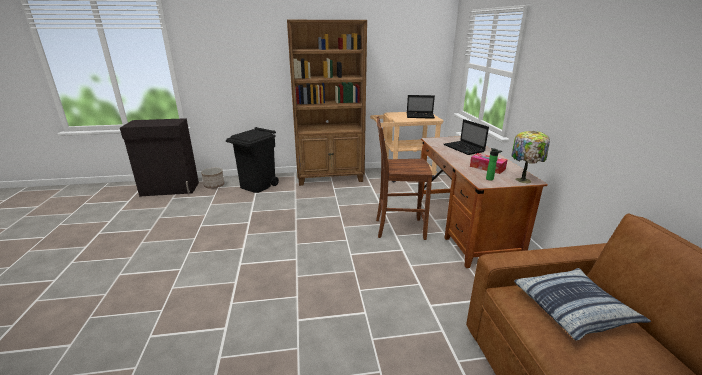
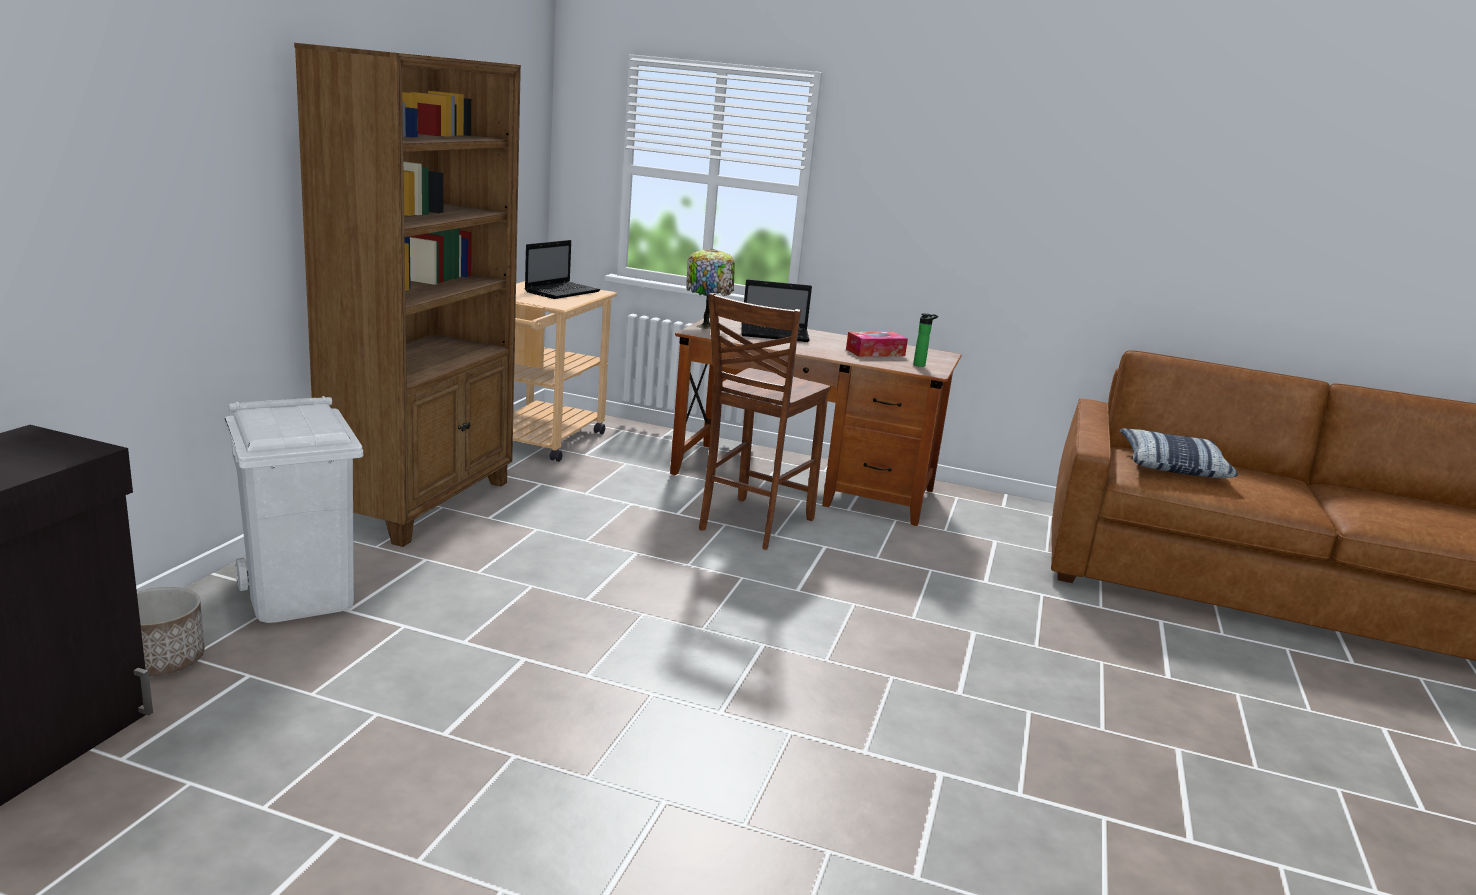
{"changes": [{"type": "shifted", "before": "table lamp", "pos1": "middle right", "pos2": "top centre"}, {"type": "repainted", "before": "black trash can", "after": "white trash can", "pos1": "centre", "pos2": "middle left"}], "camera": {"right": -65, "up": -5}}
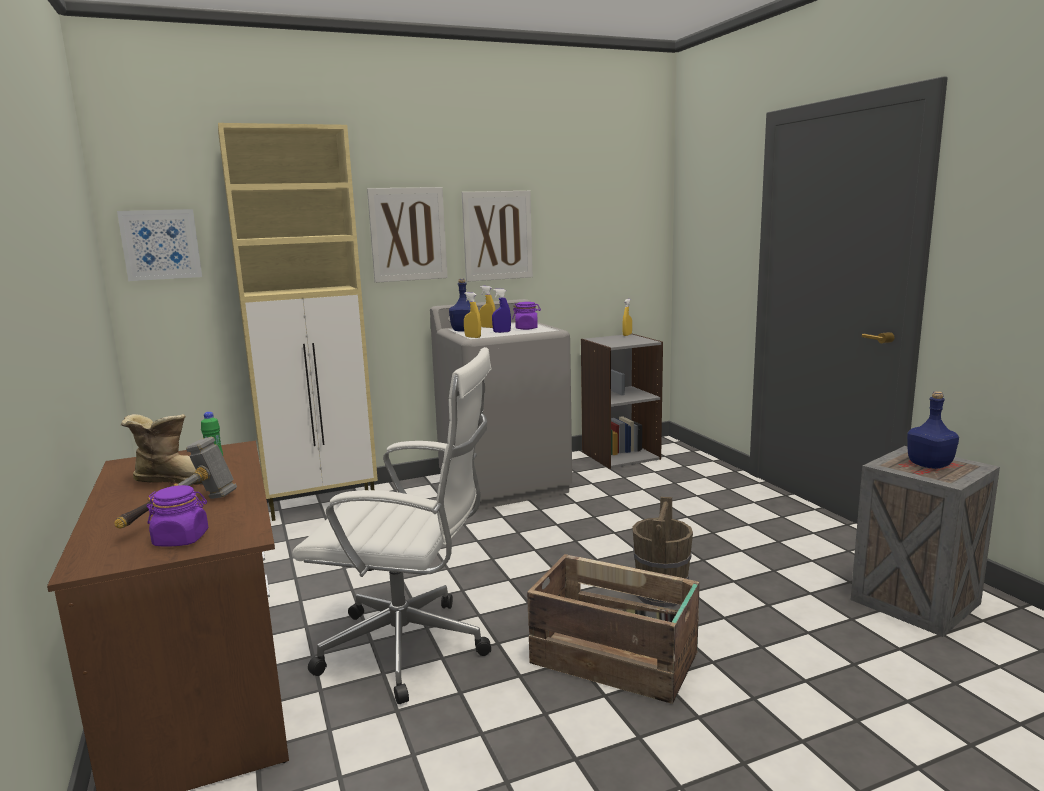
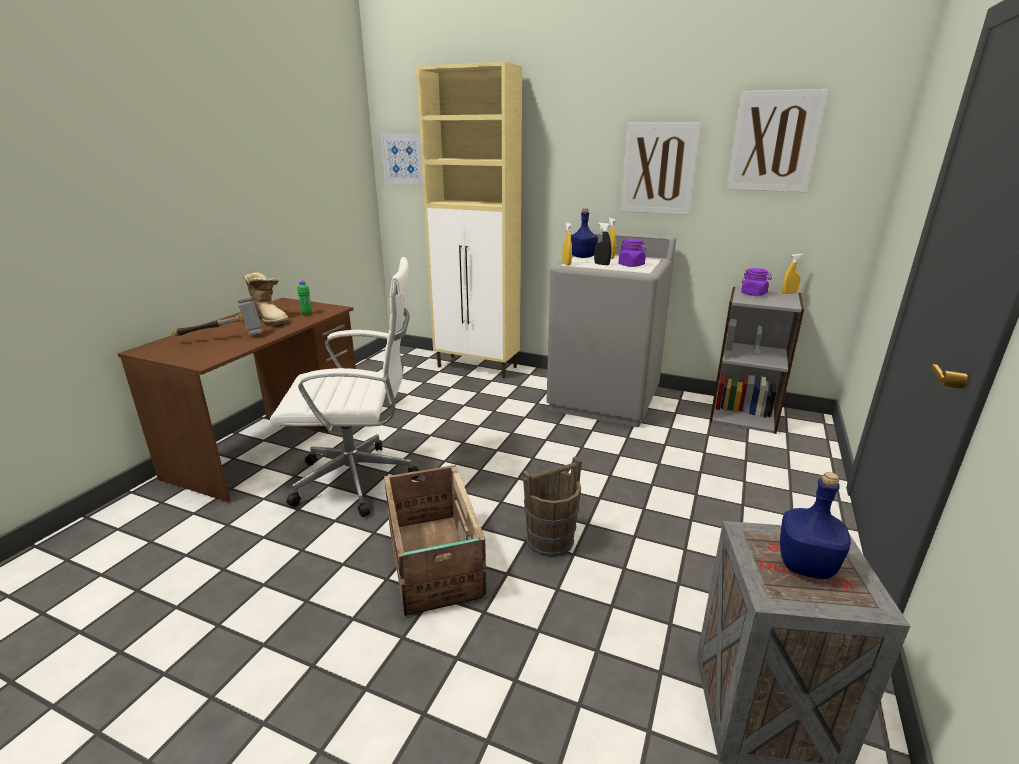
{"changes": [{"type": "shifted", "before": "purple jar (no. 1 from left in the first image)", "after": "purple jar (no. 2 from left)", "pos1": "middle left", "pos2": "middle right"}, {"type": "shifted", "before": "picture (no. 2 from left in the first image)", "after": "picture (no. 3 from left)", "pos1": "top centre", "pos2": "top right"}, {"type": "repainted", "before": "blue spray bottle", "after": "black spray bottle", "pos1": "centre", "pos2": "top centre"}, {"type": "rotated", "before": "white office chair", "pos1": "centre", "pos2": "centre", "turn": -60}], "camera": {"right": 45, "up": 10}}
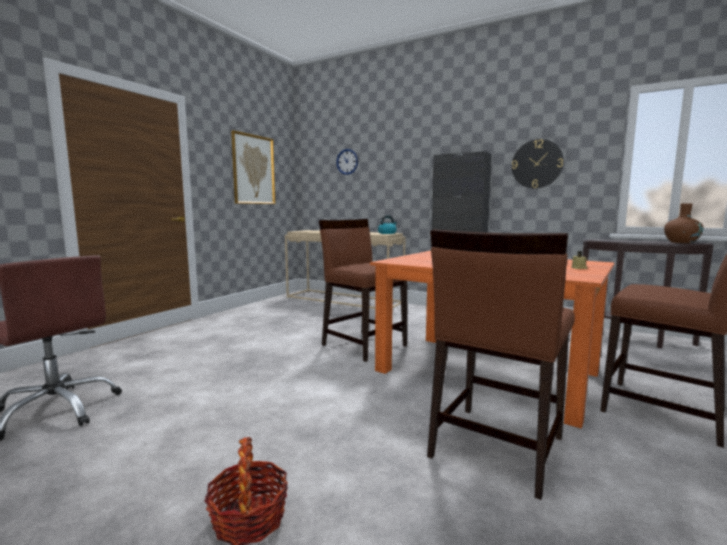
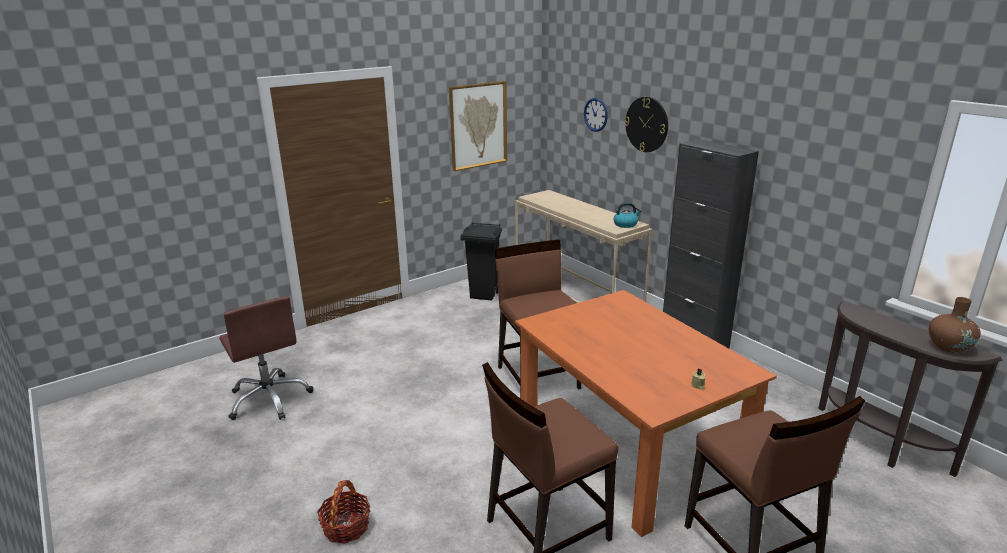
{"changes": [{"type": "new", "after": "black trash can", "pos2": "centre"}, {"type": "shifted", "before": "wall clock (no. 2 from left)", "pos1": "top right", "pos2": "top centre"}], "camera": {"right": 25, "up": 15}}
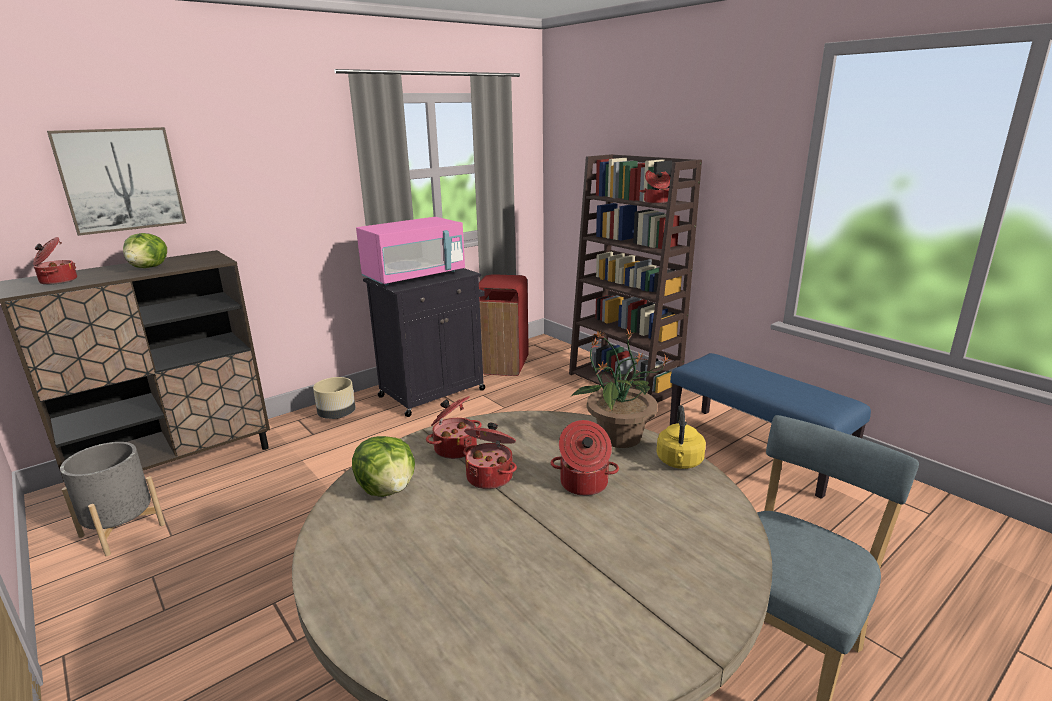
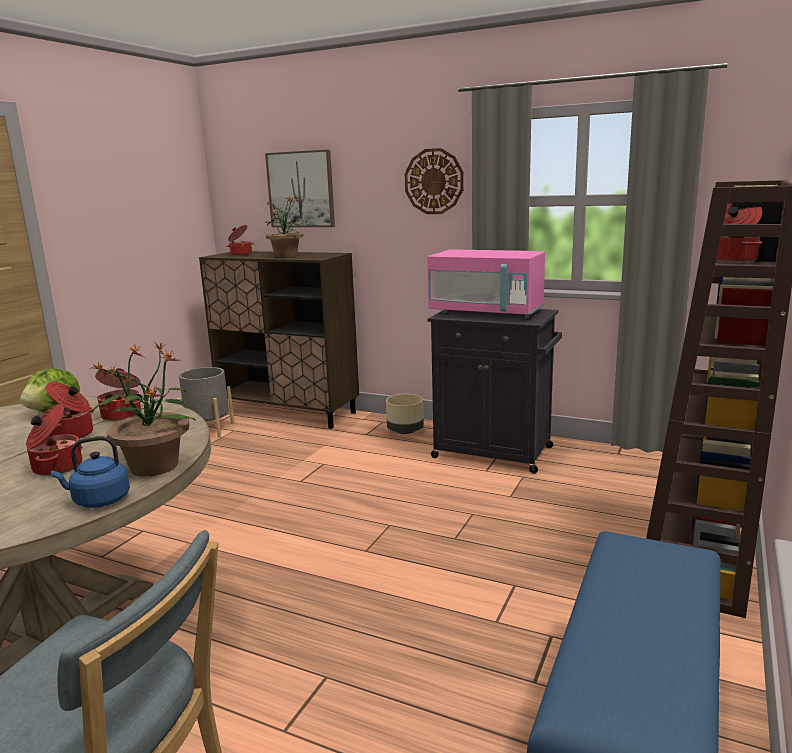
{"changes": [{"type": "gone", "before": "red trash can", "pos1": "centre"}, {"type": "new", "after": "wall clock", "pos2": "top centre"}, {"type": "swapped", "before": "lettuce (no. 1 from left)", "after": "potted plant (no. 2 from left)", "pos1": "middle left", "pos2": "top centre"}, {"type": "repainted", "before": "yellow kettle", "after": "blue kettle", "pos1": "centre", "pos2": "middle left"}], "camera": {"right": 65, "up": -5}}
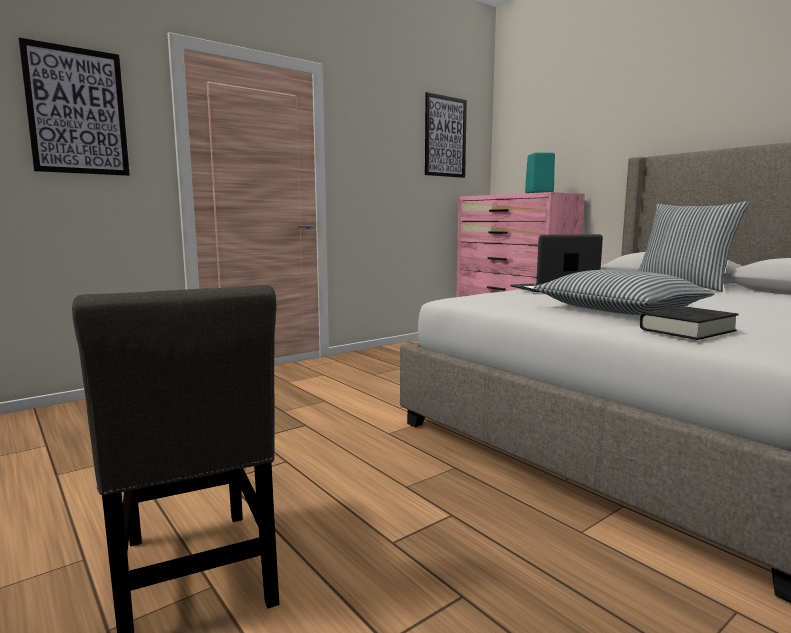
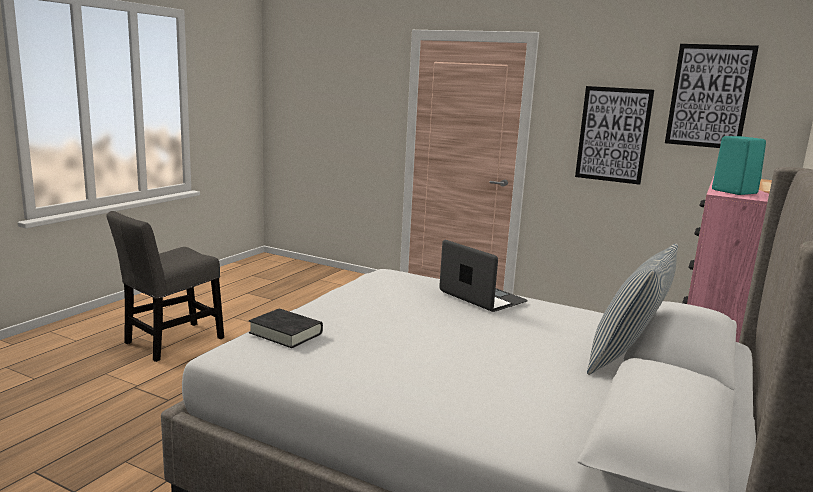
{"changes": [{"type": "gone", "before": "pillow (no. 1 from left)", "pos1": "middle right"}, {"type": "shifted", "before": "picture (no. 1 from left)", "pos1": "top left", "pos2": "top right"}], "camera": {"right": 65, "up": 5}}
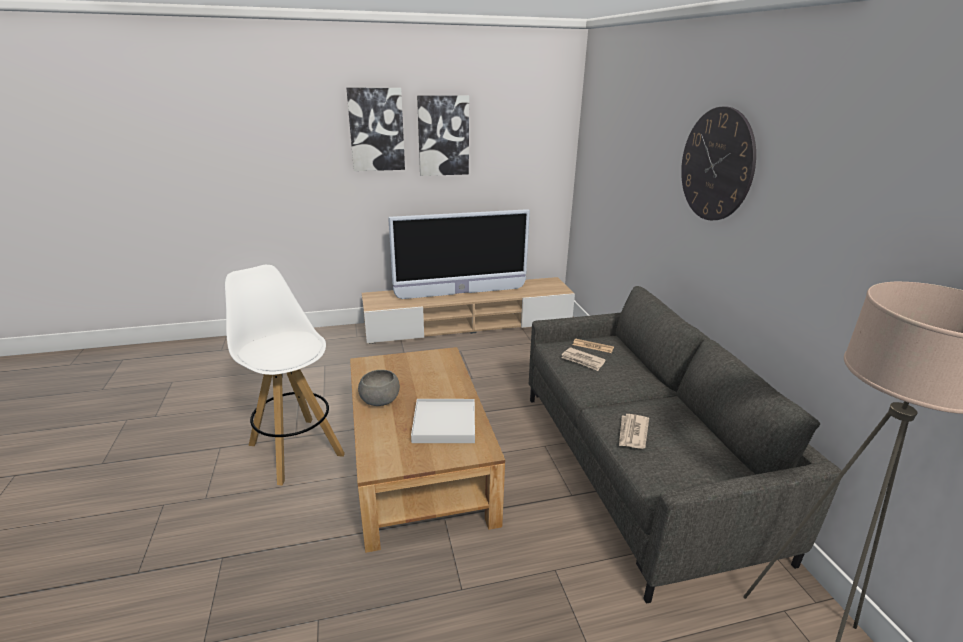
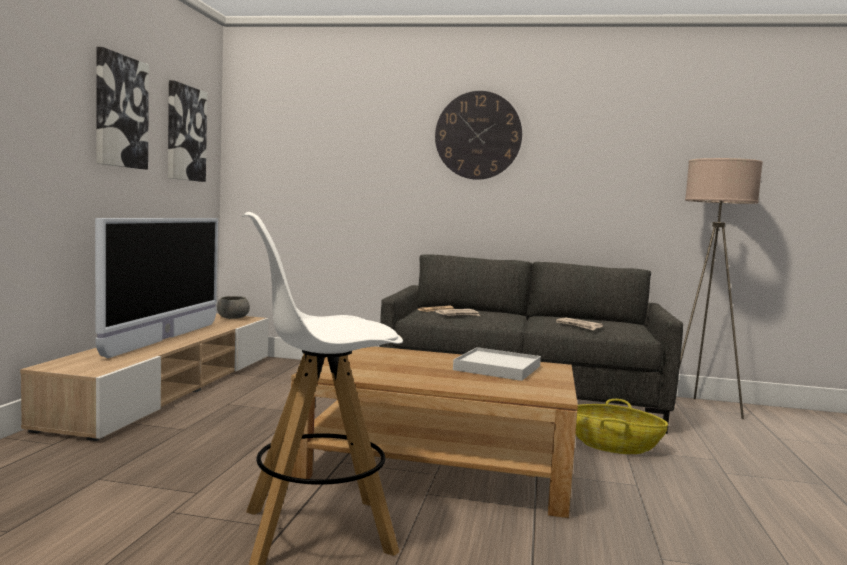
{"changes": [{"type": "new", "after": "basket", "pos2": "bottom right"}, {"type": "shifted", "before": "picture (no. 1 from left in the first image)", "after": "picture (no. 2 from left)", "pos1": "top centre", "pos2": "top left"}, {"type": "shifted", "before": "grey bowl", "pos1": "centre", "pos2": "middle left"}], "camera": {"right": -65, "up": -20}}
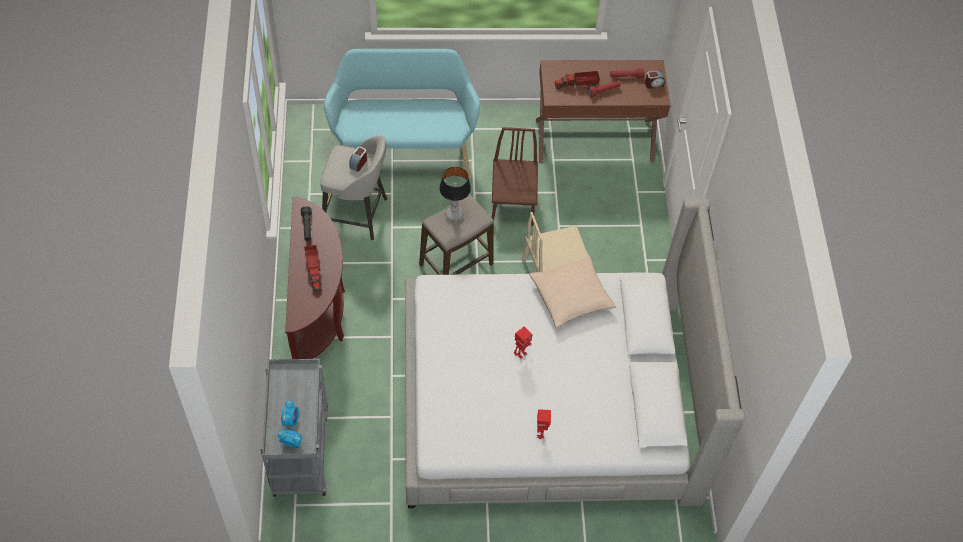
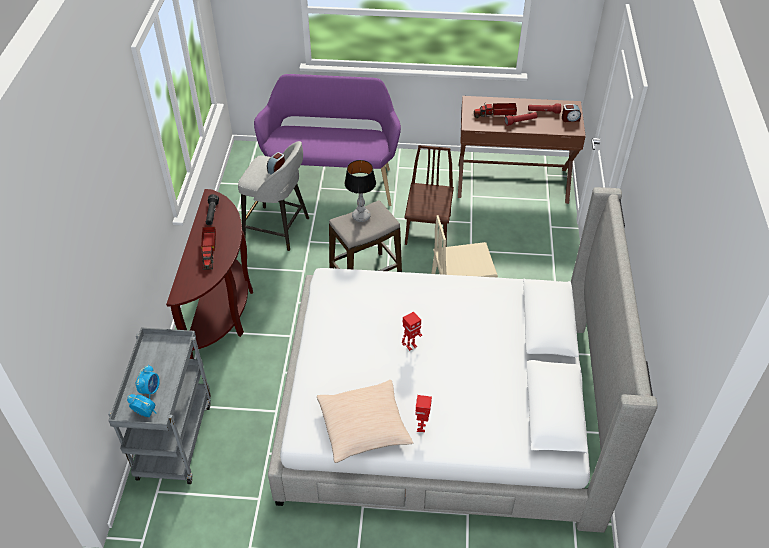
{"changes": [{"type": "shifted", "before": "beige pillow", "pos1": "centre", "pos2": "bottom centre"}, {"type": "repainted", "before": "turquoise bench", "after": "purple bench", "pos1": "top centre", "pos2": "top centre"}], "camera": {"right": 10, "up": -10}}
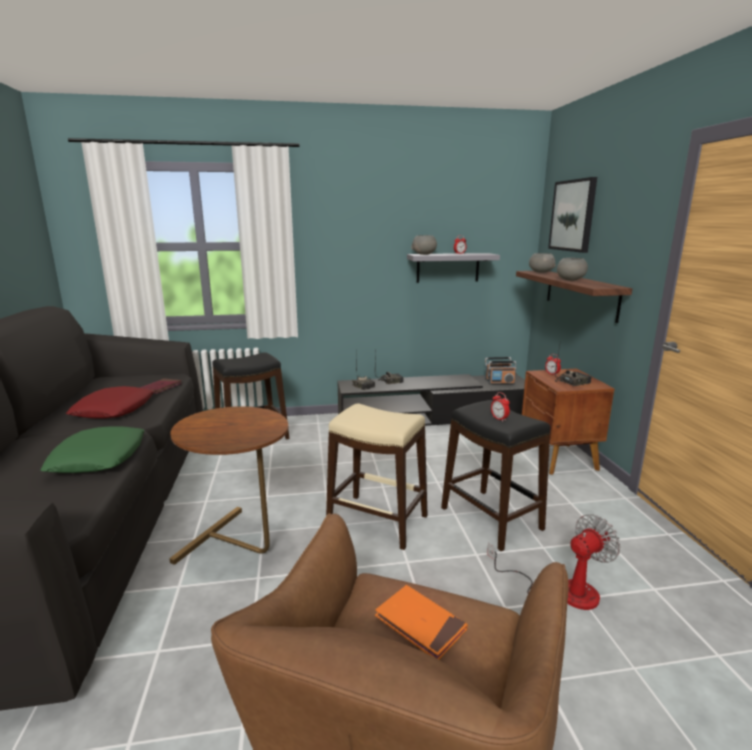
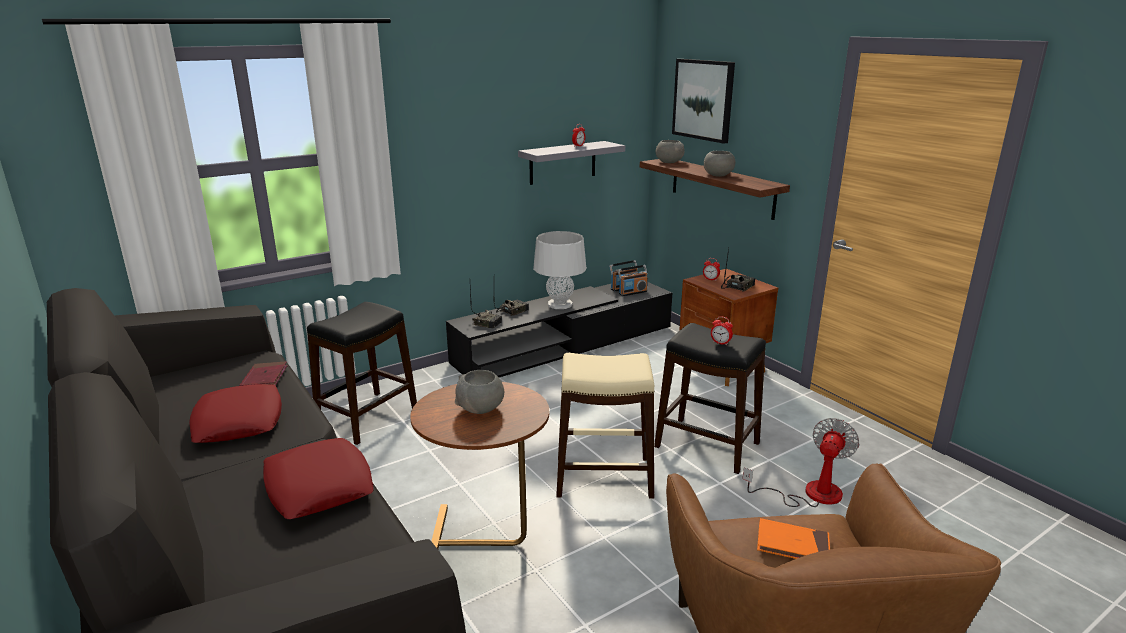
{"changes": [{"type": "new", "after": "grey table lamp", "pos2": "centre"}, {"type": "shifted", "before": "grey bowl (no. 1 from left)", "pos1": "top centre", "pos2": "centre"}, {"type": "repainted", "before": "green pillow", "after": "red pillow (no. 2 from left)", "pos1": "middle left", "pos2": "bottom left"}], "camera": {"right": -25, "up": 5}}
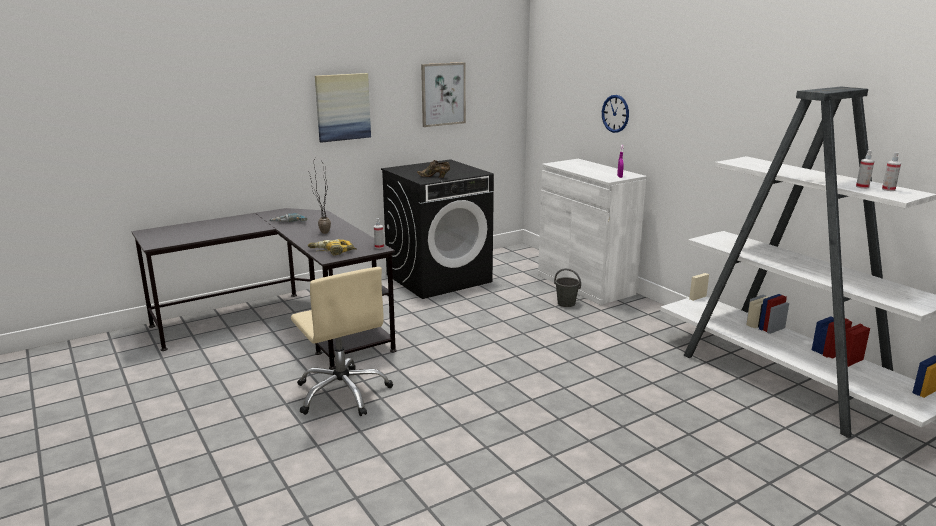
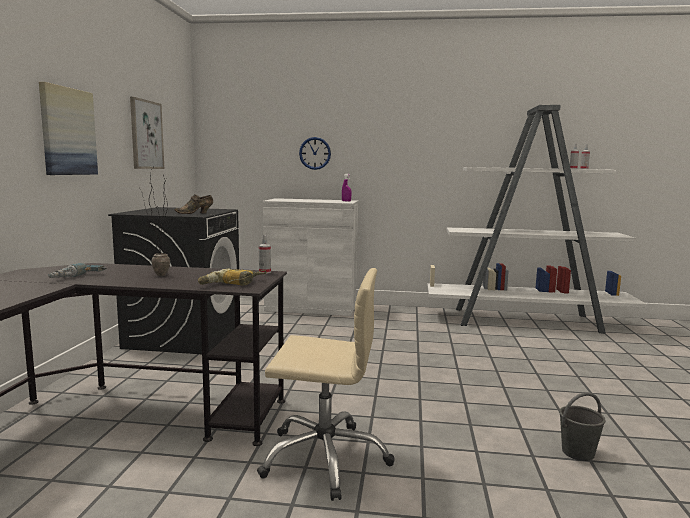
{"changes": [{"type": "shifted", "before": "grey bucket", "pos1": "centre", "pos2": "bottom right"}], "camera": {"right": -50, "up": -10}}
